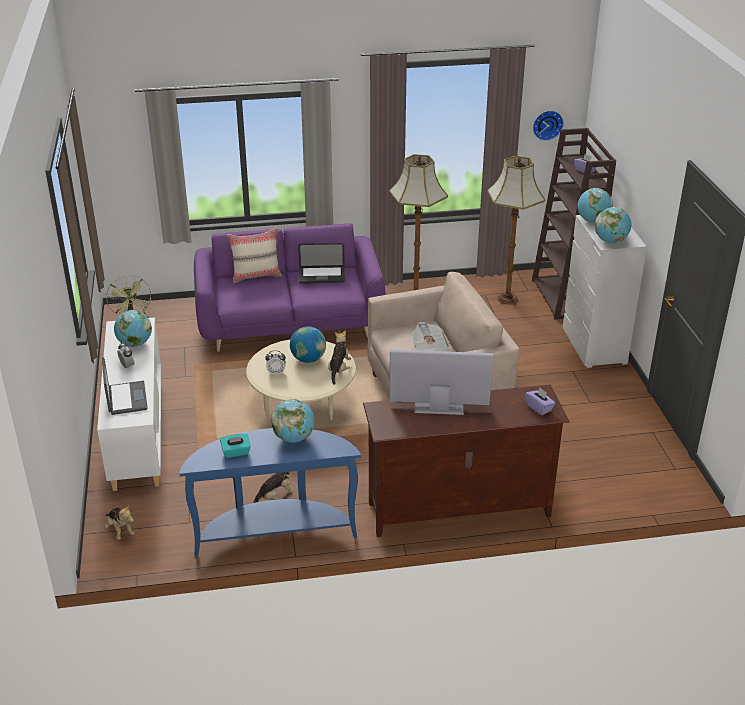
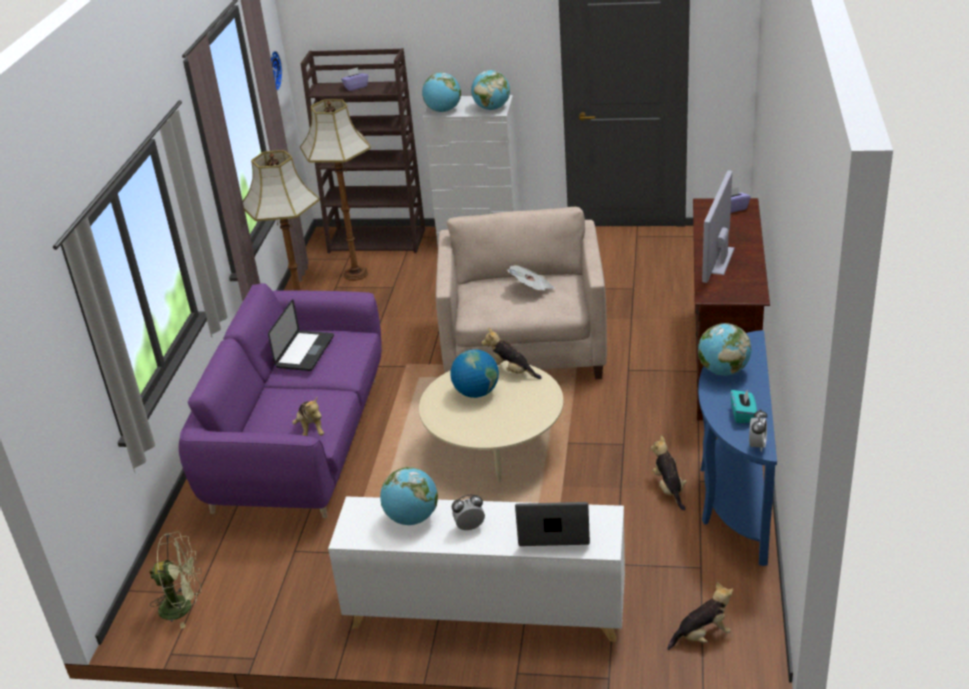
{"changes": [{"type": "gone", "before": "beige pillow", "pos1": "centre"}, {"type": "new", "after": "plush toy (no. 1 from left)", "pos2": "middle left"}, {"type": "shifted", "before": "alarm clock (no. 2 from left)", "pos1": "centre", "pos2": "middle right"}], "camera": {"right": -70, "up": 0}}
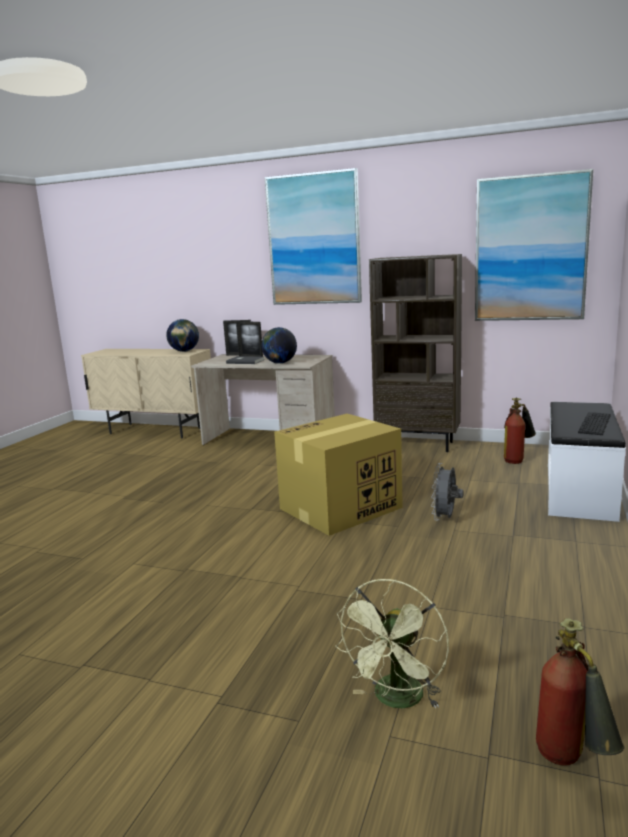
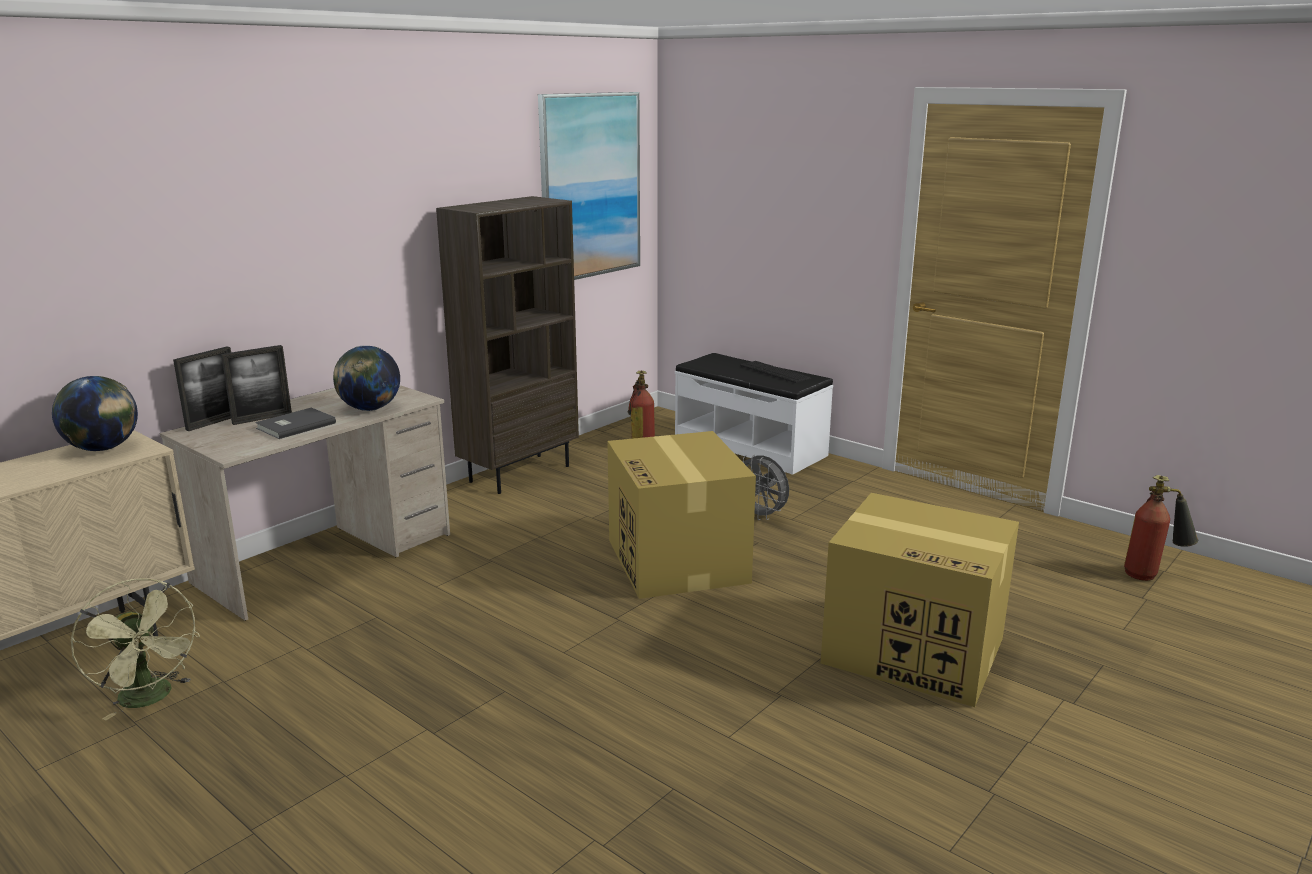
{"changes": [{"type": "gone", "before": "picture (no. 1 from left)", "pos1": "top centre"}, {"type": "new", "after": "cardboard box (no. 2 from left)", "pos2": "bottom right"}, {"type": "shifted", "before": "green fan", "pos1": "bottom centre", "pos2": "bottom left"}], "camera": {"right": -70, "up": 5}}
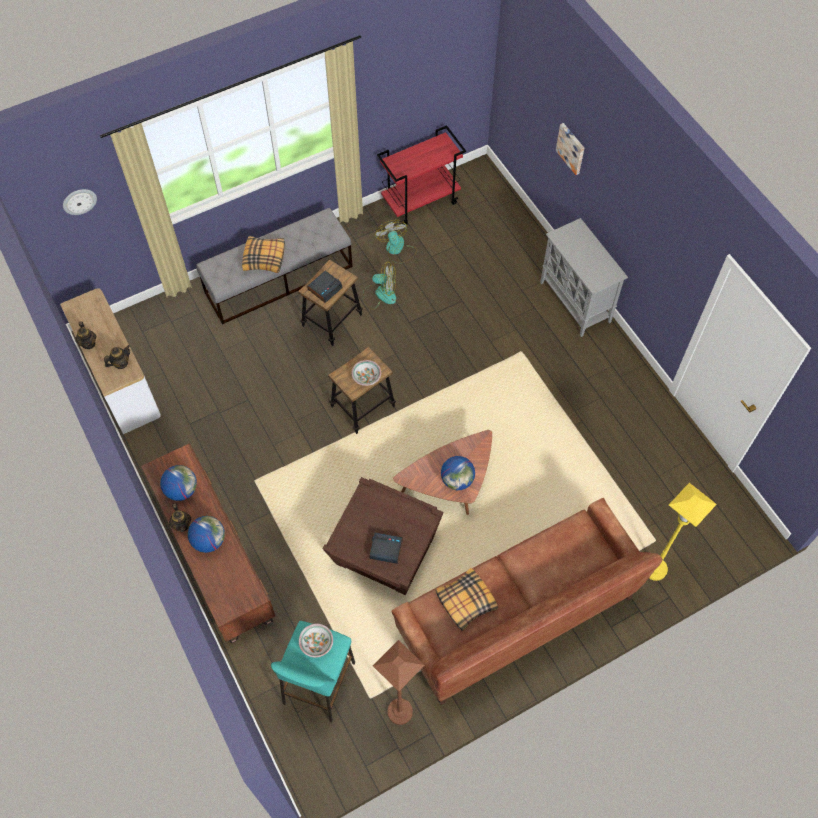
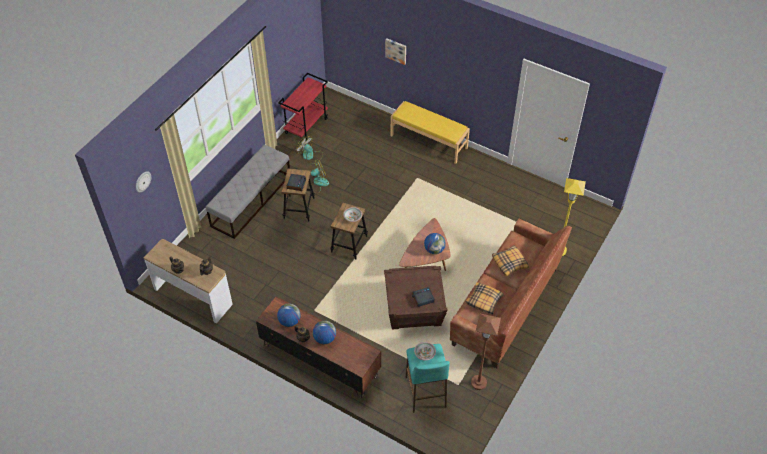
{"changes": [{"type": "shifted", "before": "pillow (no. 1 from left in the first image)", "after": "pillow (no. 2 from left)", "pos1": "top left", "pos2": "centre"}, {"type": "swapped", "before": "grey cabinet", "after": "yellow bench", "pos1": "middle right", "pos2": "top centre"}], "camera": {"right": -30, "up": -10}}
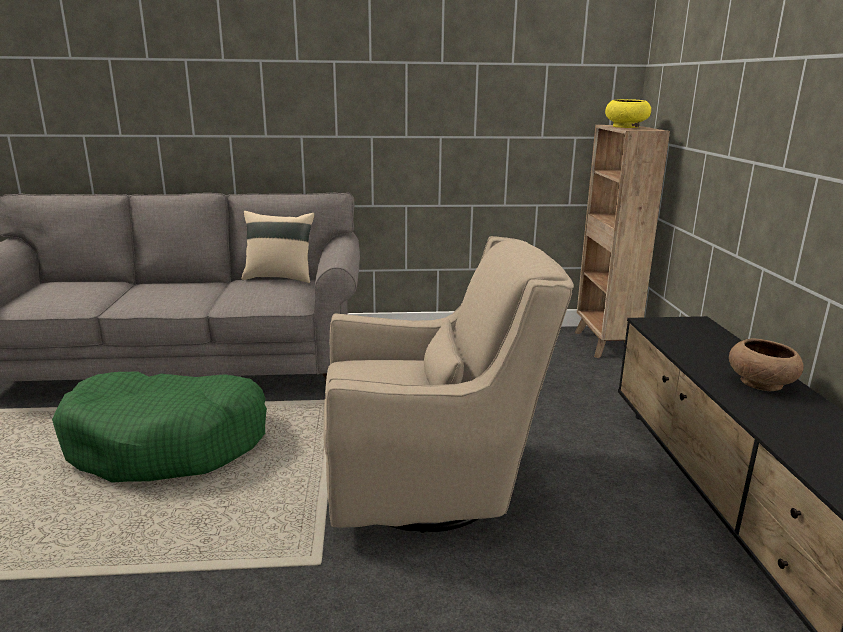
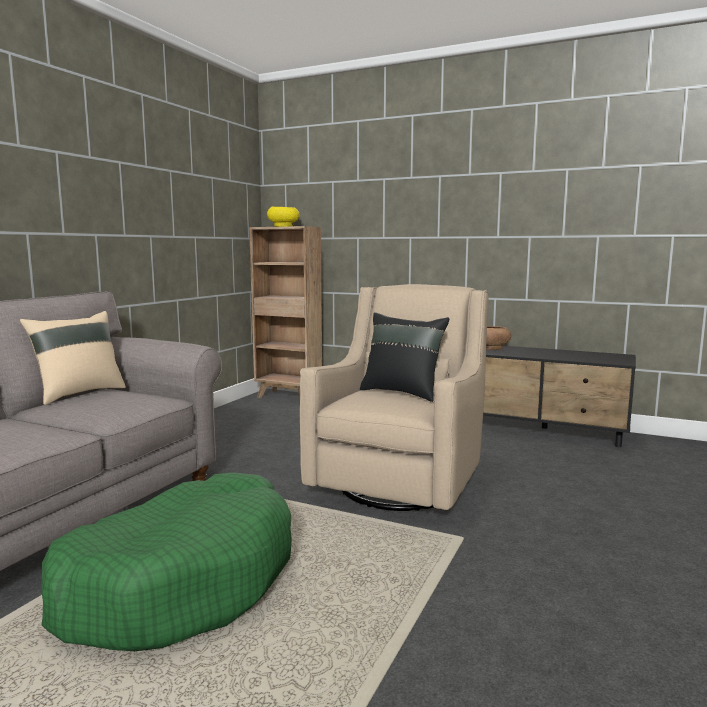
{"changes": [{"type": "new", "after": "black pillow", "pos2": "centre"}], "camera": {"right": -60, "up": -10}}
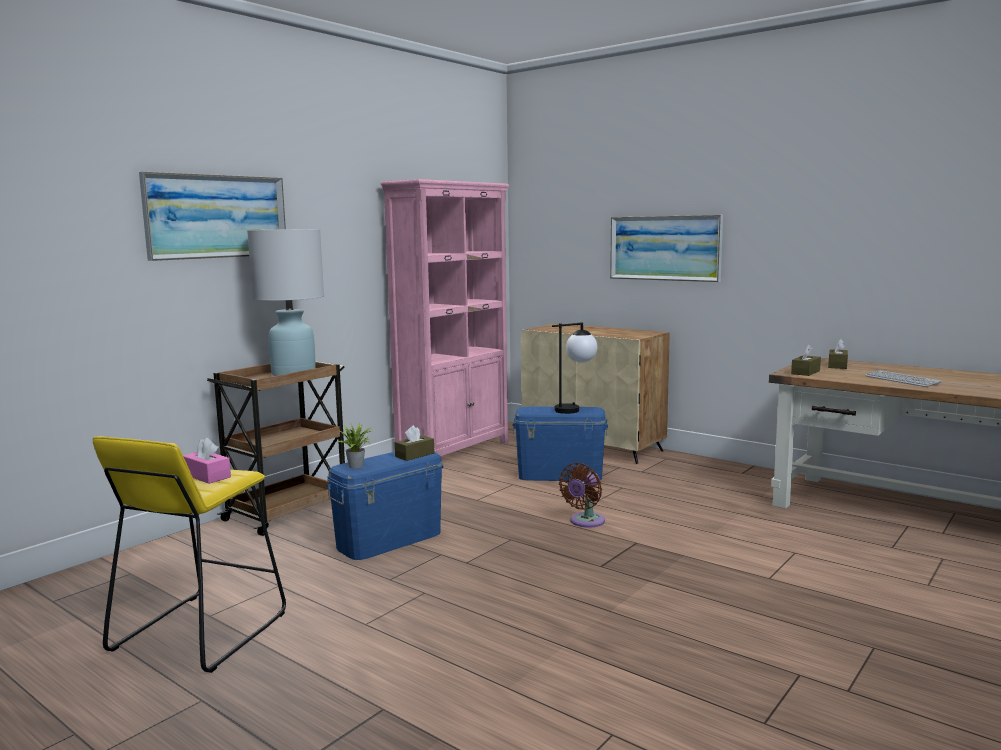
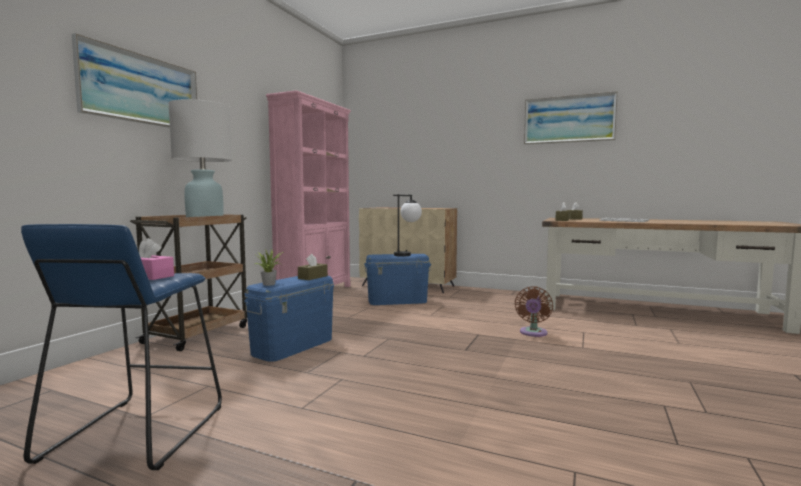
{"changes": [{"type": "shifted", "before": "brown fan", "pos1": "centre", "pos2": "middle right"}, {"type": "shifted", "before": "picture (no. 2 from left)", "pos1": "top centre", "pos2": "top right"}, {"type": "repainted", "before": "yellow stool", "after": "blue stool", "pos1": "bottom left", "pos2": "bottom left"}], "camera": {"right": -15, "up": -5}}
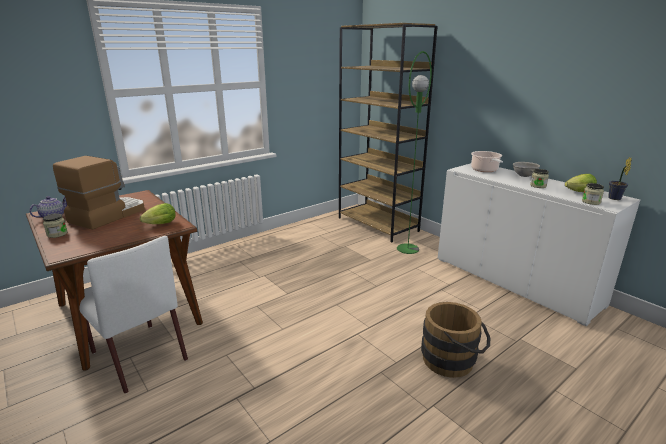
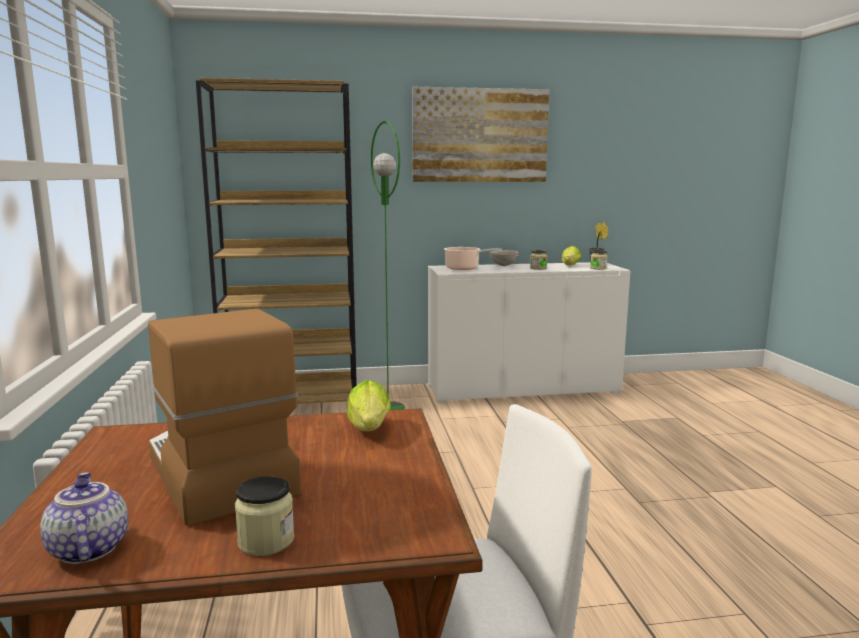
{"changes": [{"type": "gone", "before": "brown bucket", "pos1": "bottom right"}, {"type": "new", "after": "picture", "pos2": "top centre"}], "camera": {"right": -60, "up": -10}}
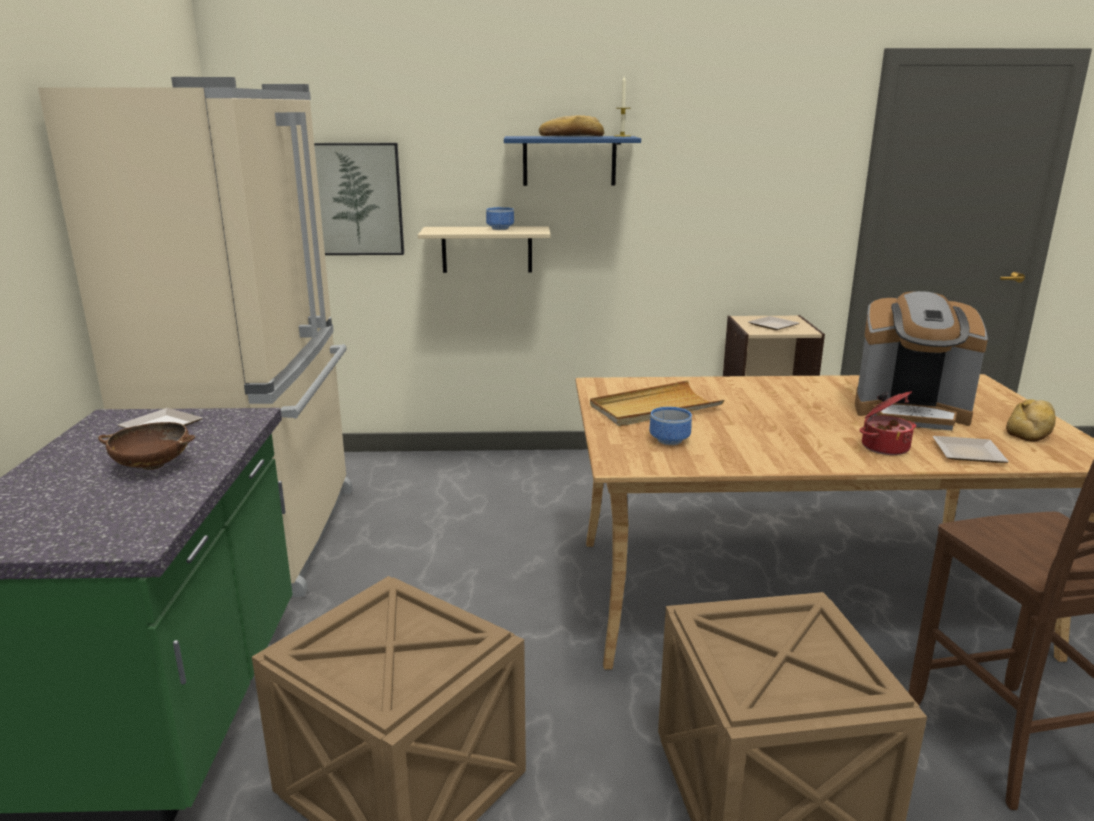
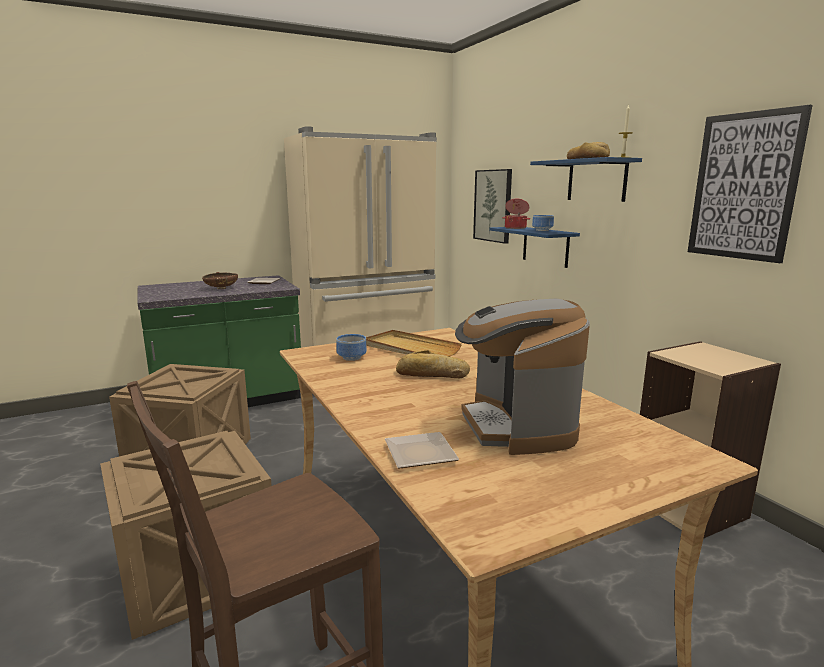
{"changes": [{"type": "gone", "before": "plate (no. 2 from left)", "pos1": "middle right"}, {"type": "new", "after": "picture (no. 2 from left)", "pos2": "top right"}, {"type": "shifted", "before": "cooking pot", "pos1": "middle right", "pos2": "top centre"}, {"type": "shifted", "before": "bread (no. 2 from left in the first image)", "after": "bread (no. 1 from left)", "pos1": "middle right", "pos2": "centre"}, {"type": "repainted", "before": "beige shelf", "after": "blue shelf (no. 1 from left)", "pos1": "top centre", "pos2": "centre"}], "camera": {"right": 65, "up": -5}}
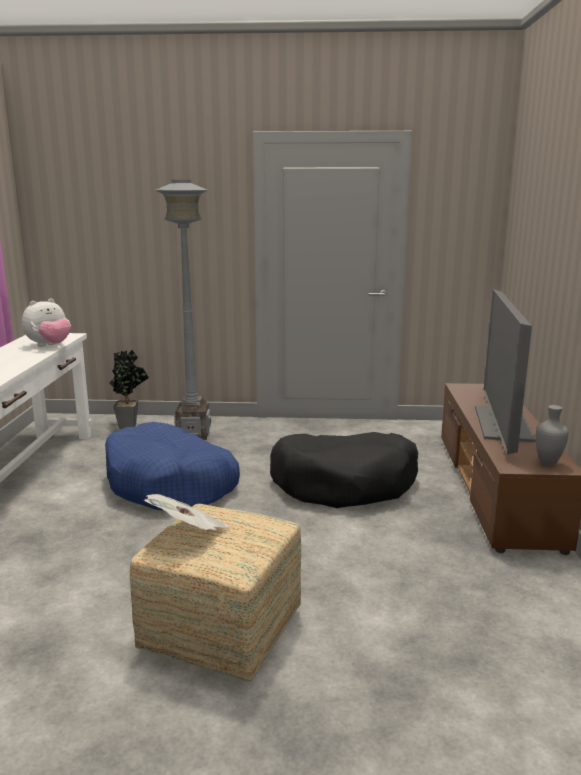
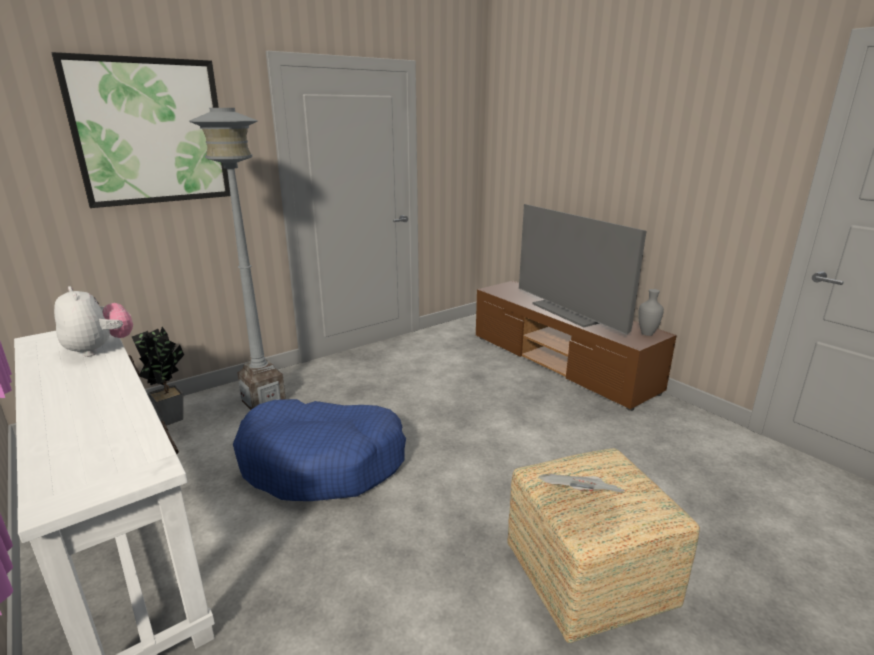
{"changes": [{"type": "gone", "before": "black dog bed", "pos1": "centre"}, {"type": "new", "after": "picture", "pos2": "top left"}, {"type": "rotated", "before": "plush toy", "pos1": "middle left", "pos2": "middle left", "turn": -45}], "camera": {"right": -40, "up": 5}}
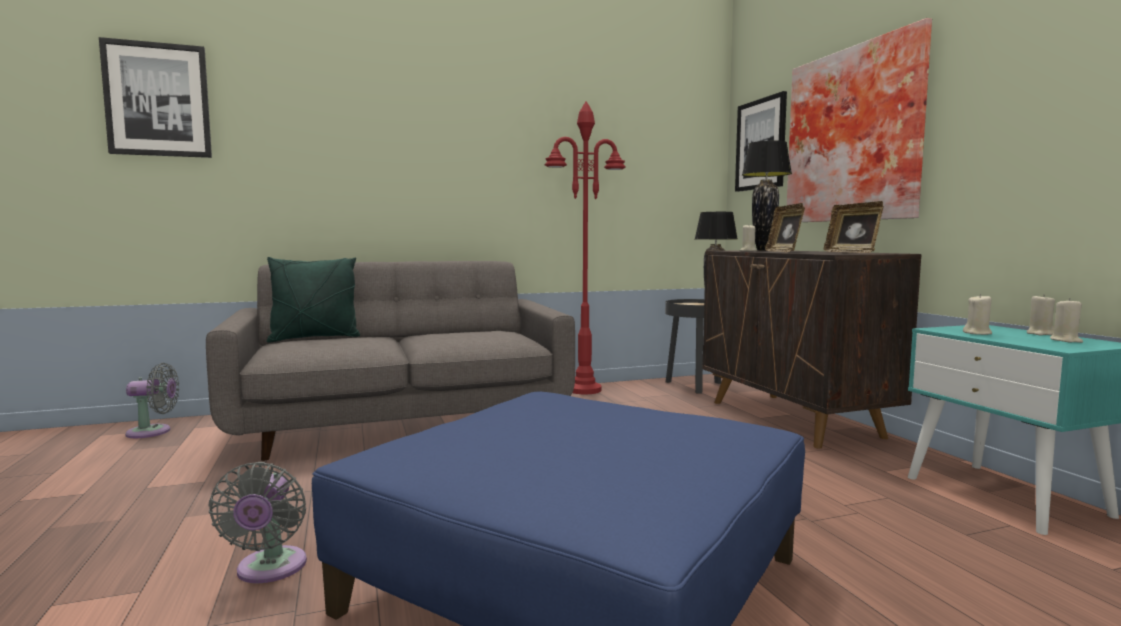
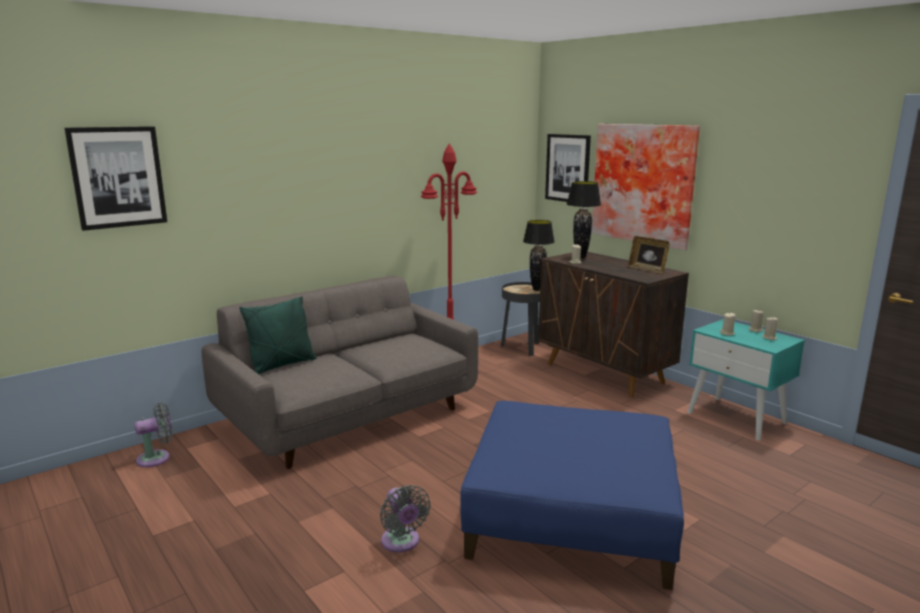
{"changes": [{"type": "gone", "before": "picture frame (no. 1 from left)", "pos1": "middle right"}], "camera": {"right": -20, "up": 10}}
